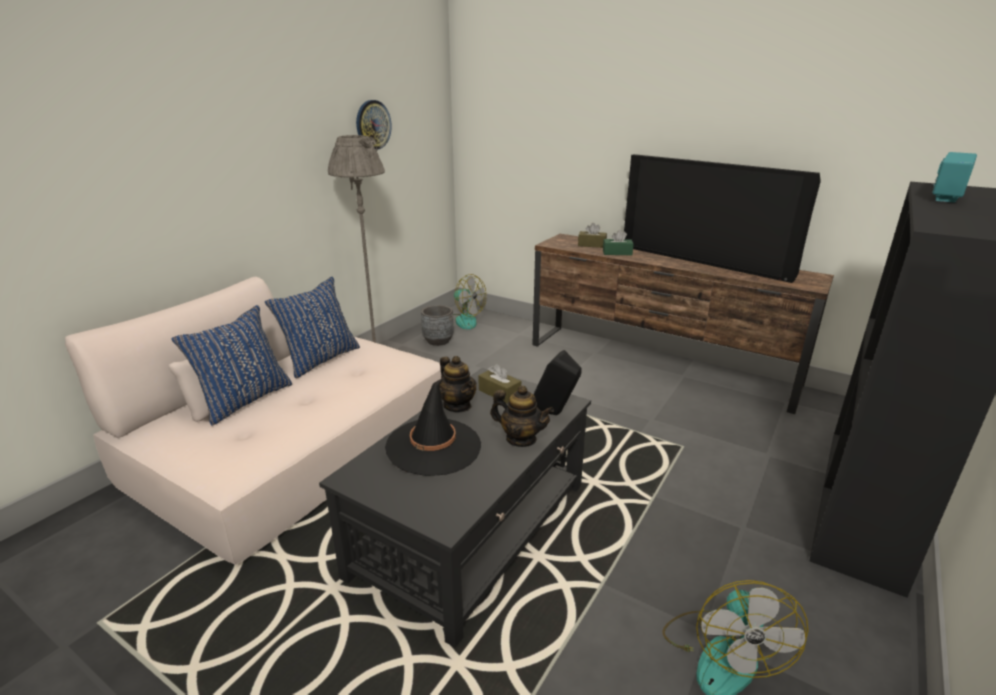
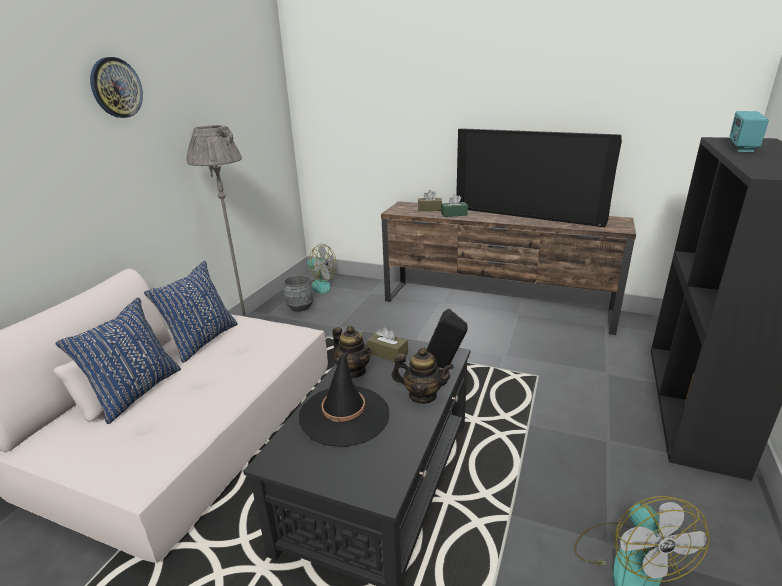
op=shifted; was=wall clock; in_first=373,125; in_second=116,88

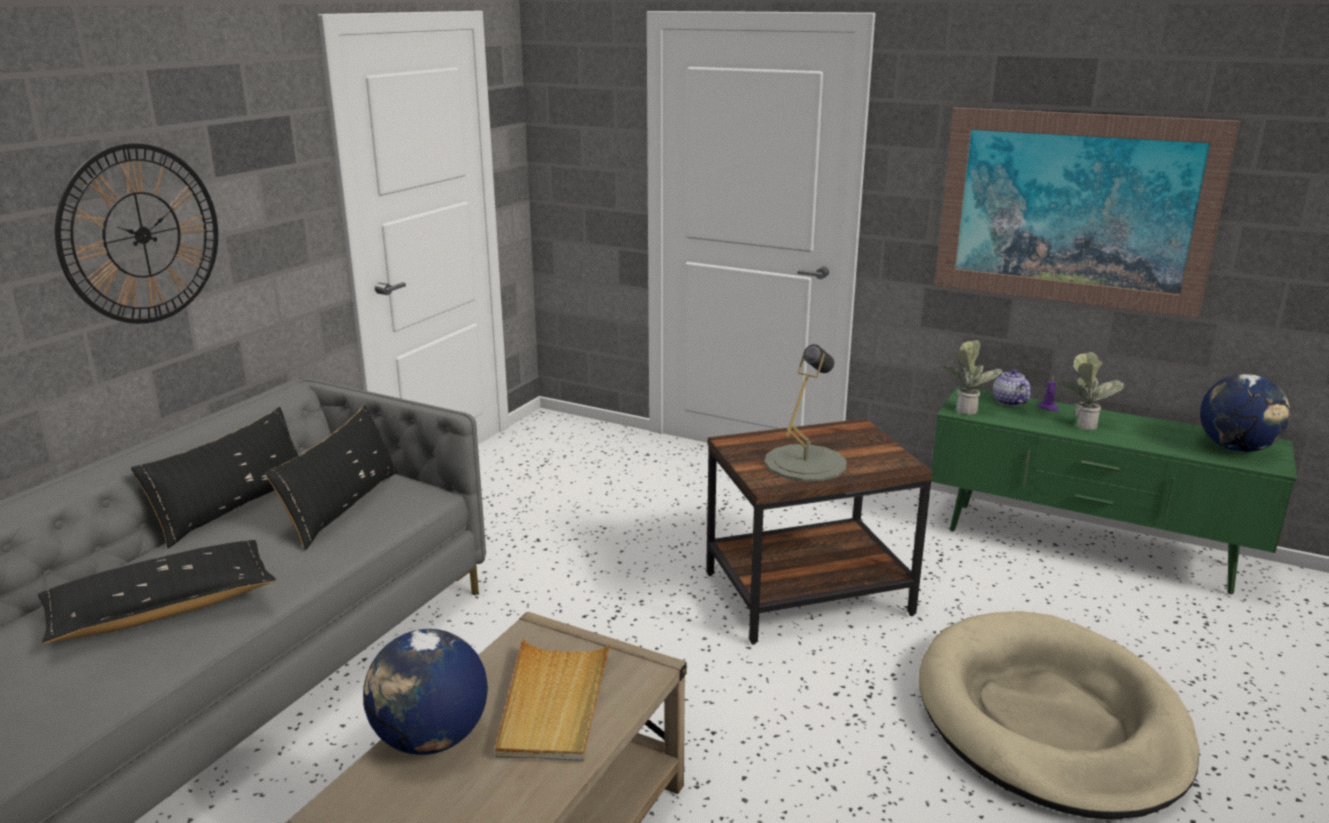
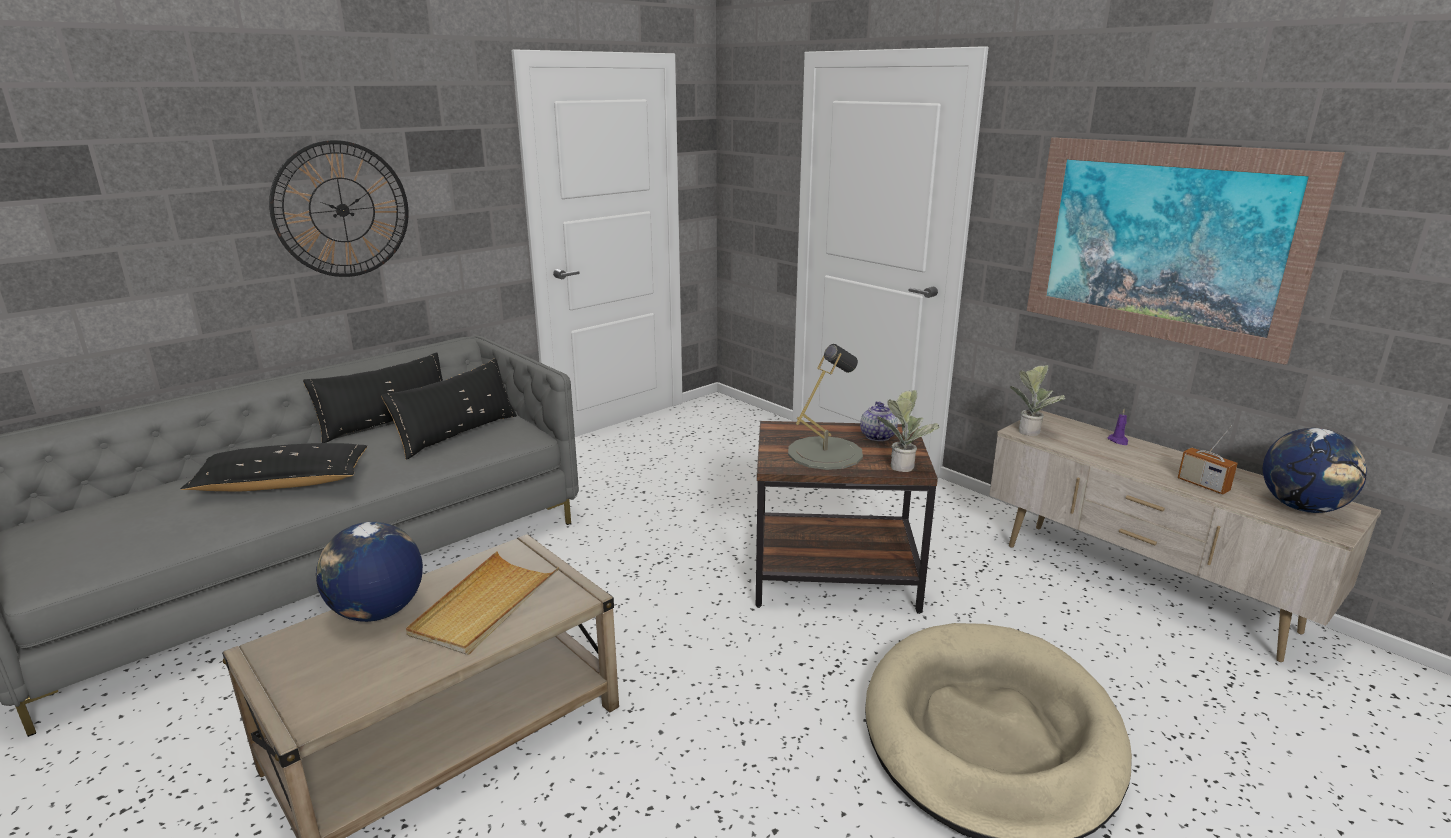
op=shifted; was=potted plant; in_first=1082,423; in_second=903,464
op=shifted; was=teapot; in_first=1008,402; in_second=877,436
op=repainted; was=tv stand (green); now=tv stand (beige); in_first=1087,548; in_second=1142,587
op=new; now=radio; in_second=1203,485

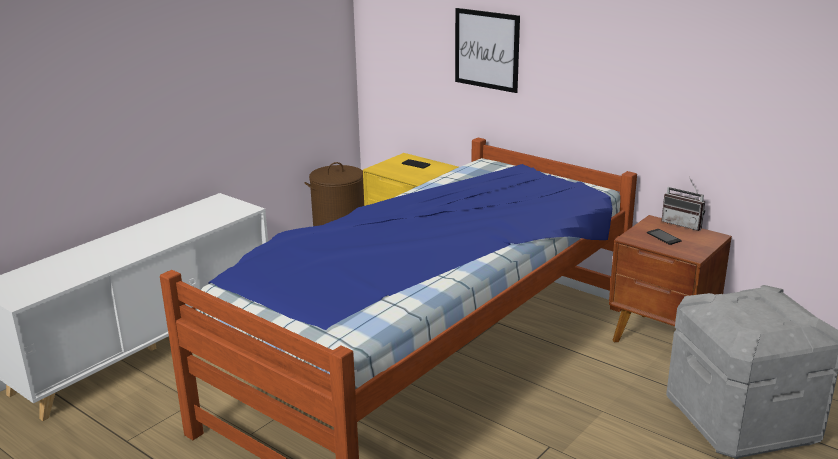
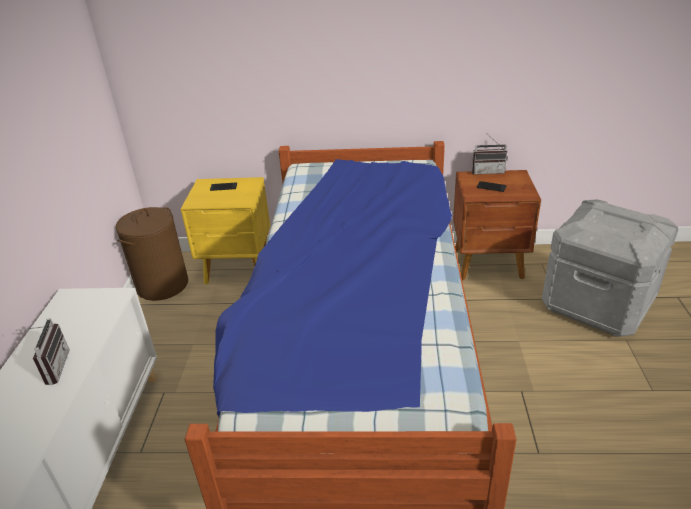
op=gone; was=picture; in_first=486,49
op=new; now=radio; in_second=52,368

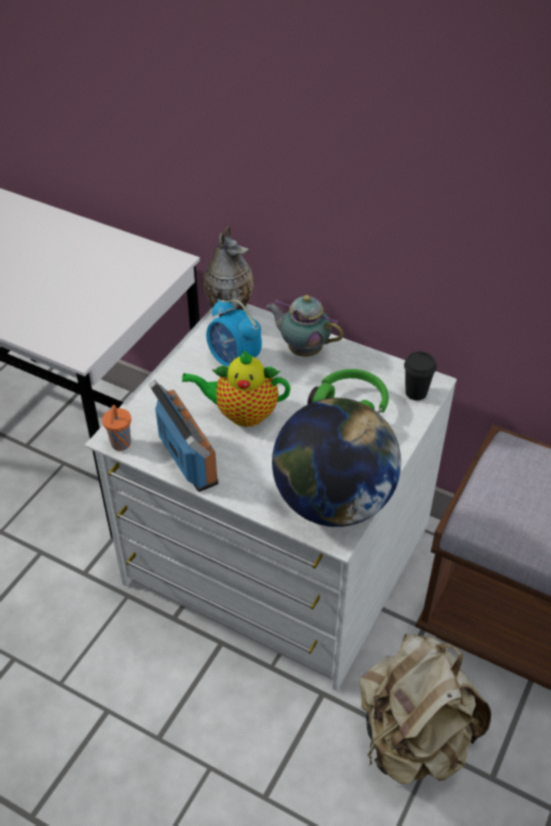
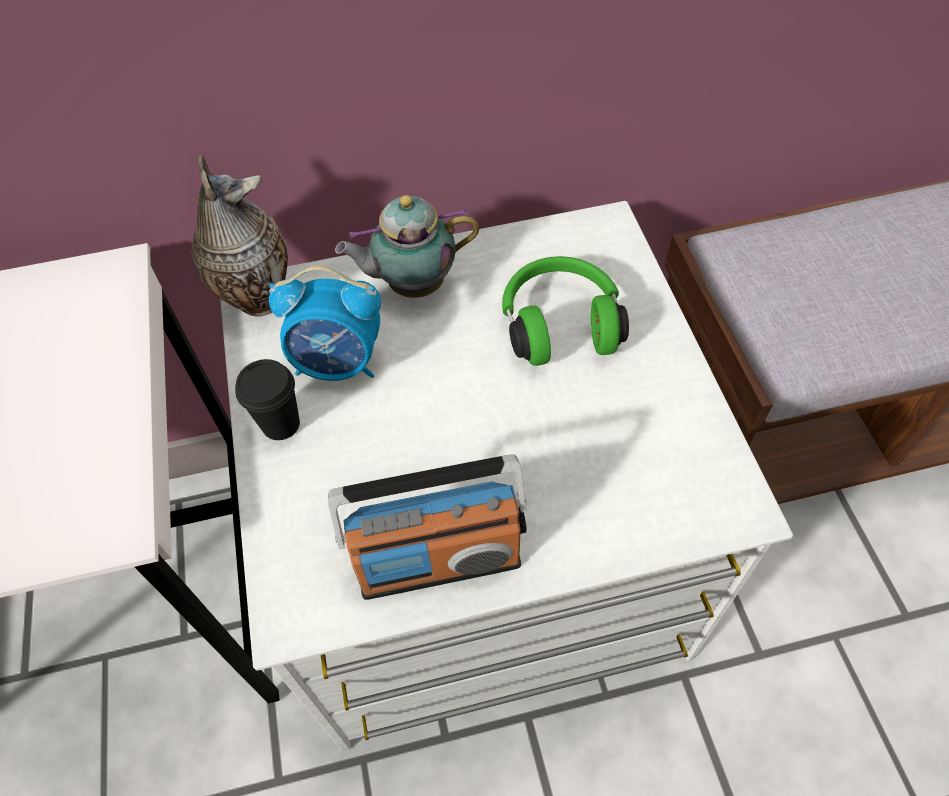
op=gone; was=teapot; in_first=242,413
op=shifted; was=cup (black); in_first=416,393; in_second=281,424
op=rotated; was=radio; in_first=188,460; in_second=438,562; clockwise=150
op=gone; was=globe; in_first=333,502
op=gone; was=cup (orange); in_first=120,445
op=gone; was=backpack (beige); in_first=413,737

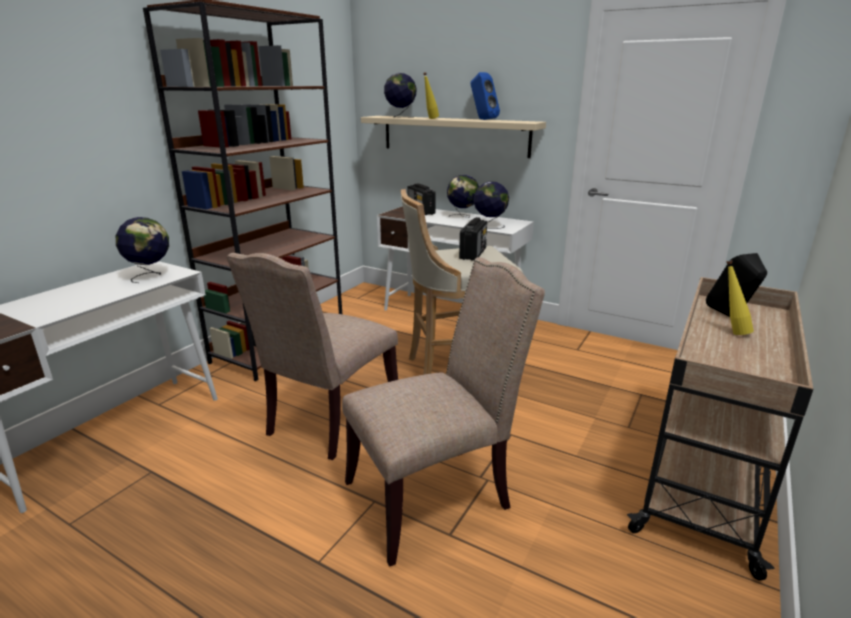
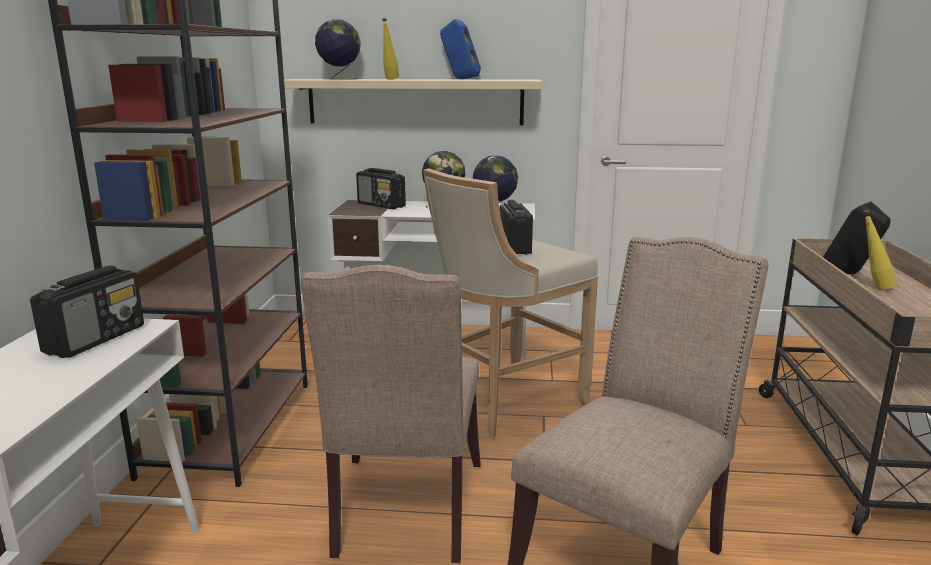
op=swapped; was=globe; now=radio; in_first=150,276; in_second=96,339

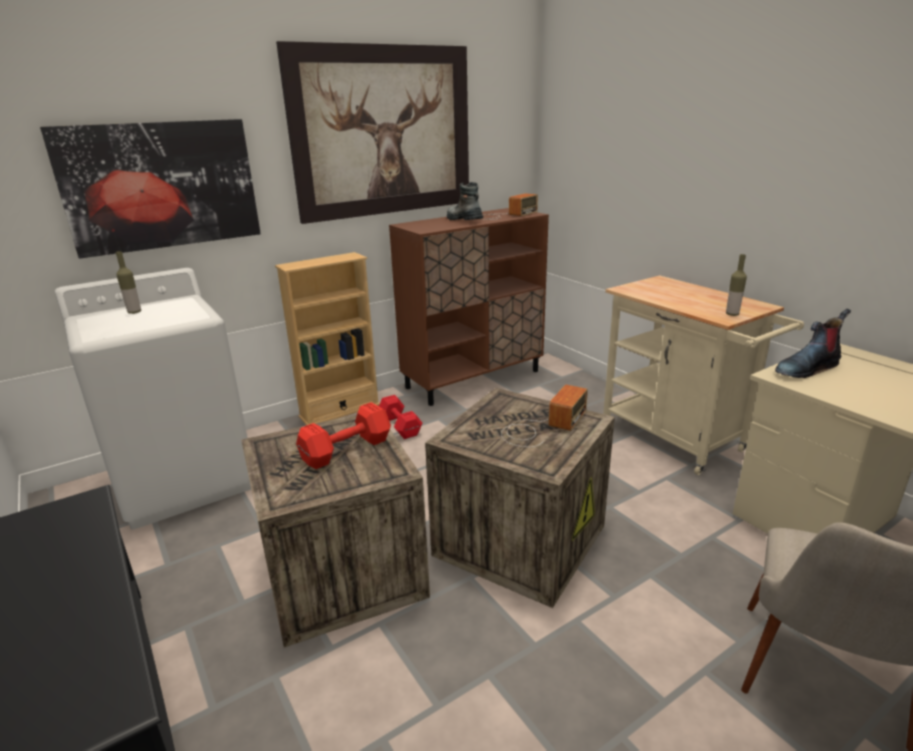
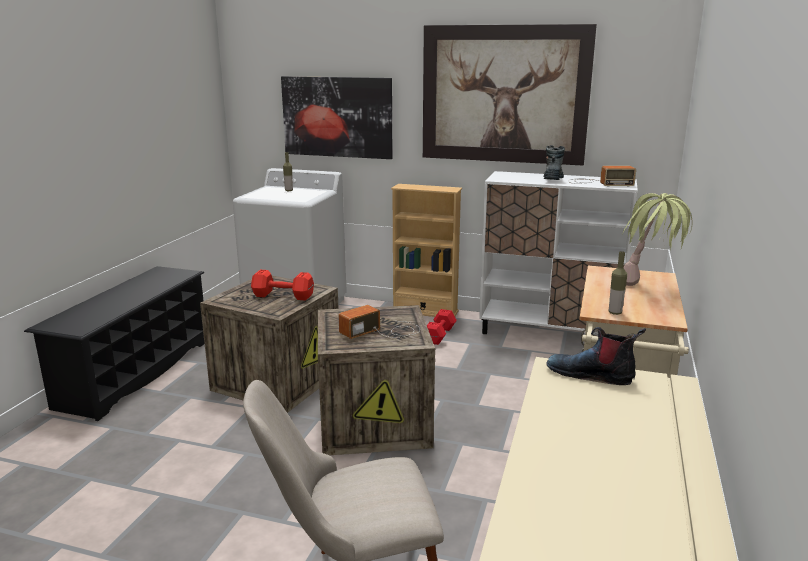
op=repainted; was=cabinet (brown); now=cabinet (white); in_first=473,379; in_second=549,332
op=rotated; was=radio; in_first=542,427; in_second=383,331; clockwise=150
op=new; now=potted plant; in_second=649,290

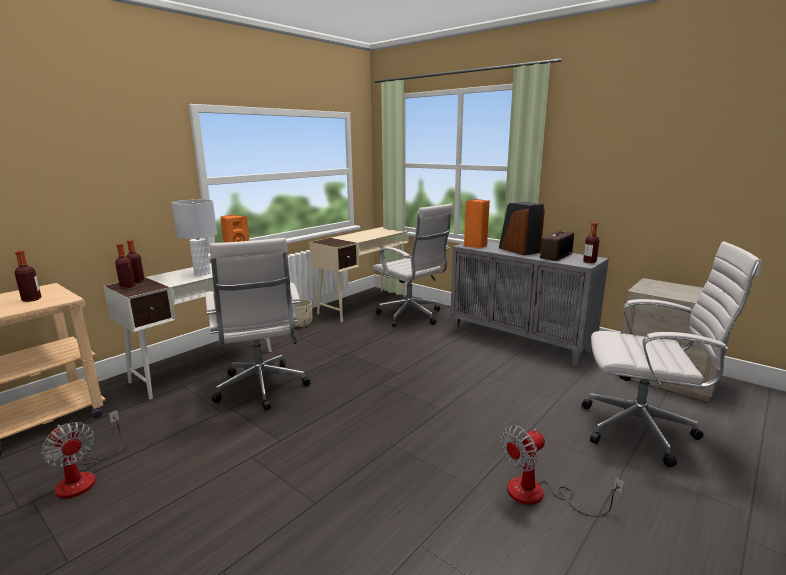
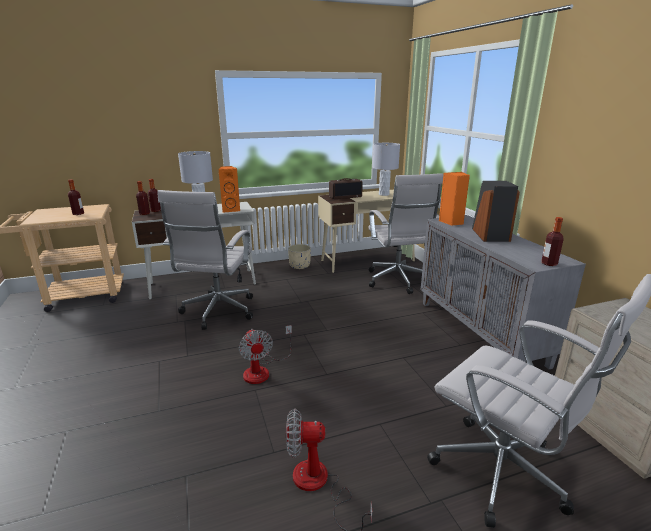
op=shifted; was=radio; in_first=555,256; in_second=345,196
op=shifted; was=fan; in_first=84,476; in_second=262,370
op=new; now=table lamp (grey); in_second=383,194

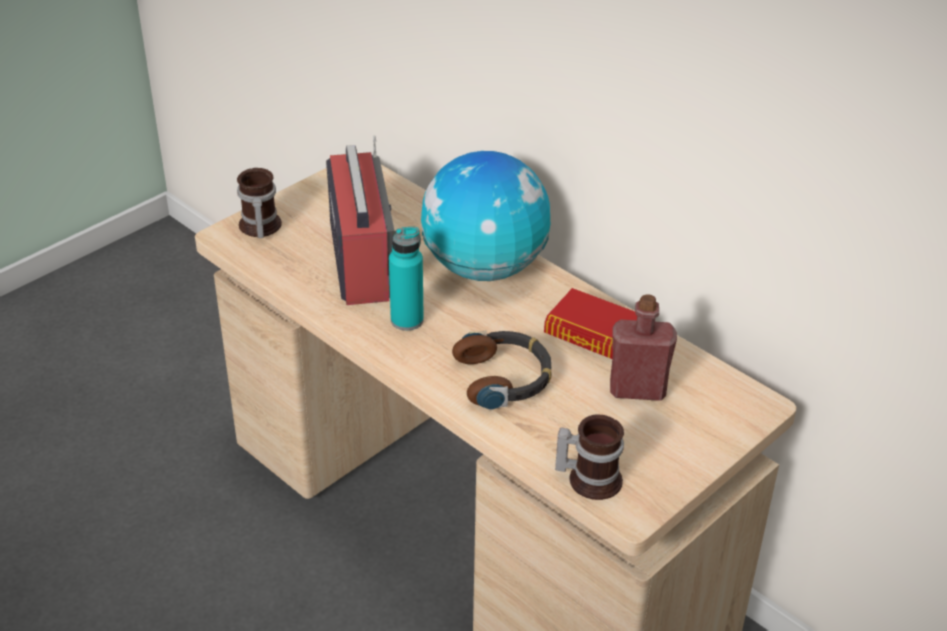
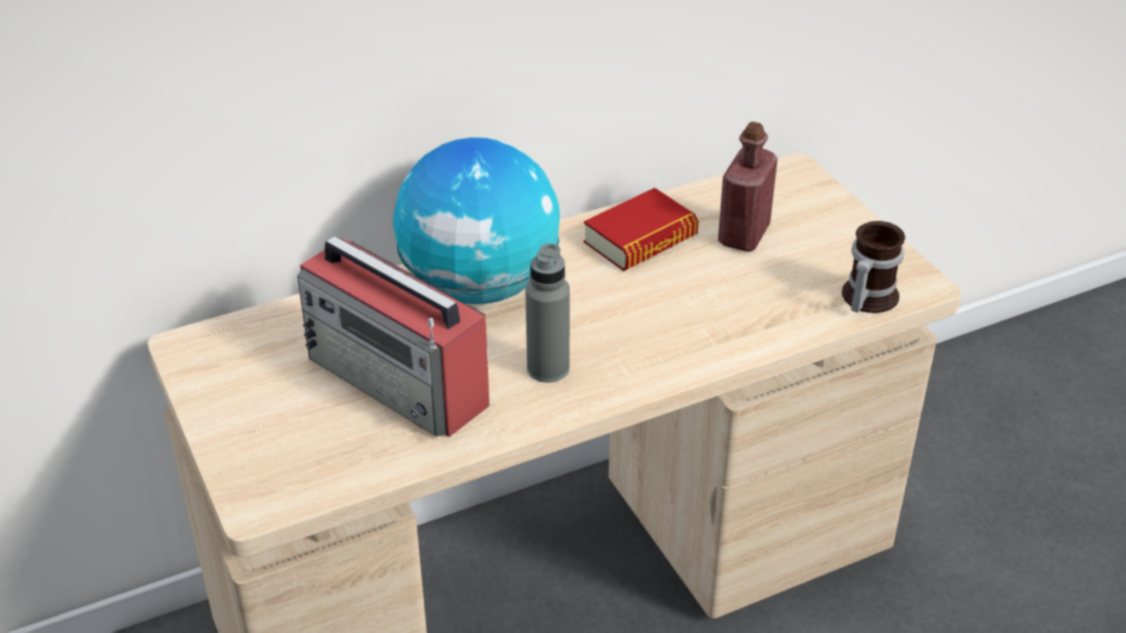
op=rotated; was=radio; in_first=362,259; in_second=399,381; clockwise=-150
op=gone; was=mug; in_first=258,227
op=repainted; was=bottle (turquoise); now=bottle (grey); in_first=407,320; in_second=548,369
op=gone; was=headphones; in_first=504,377

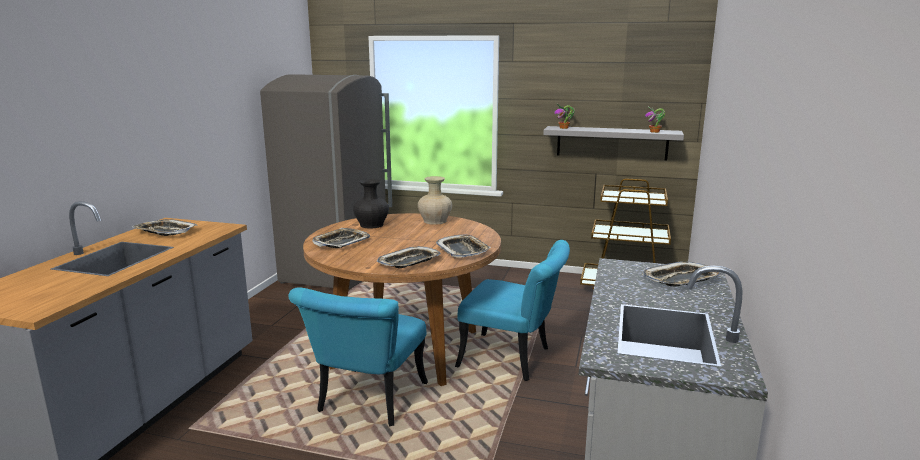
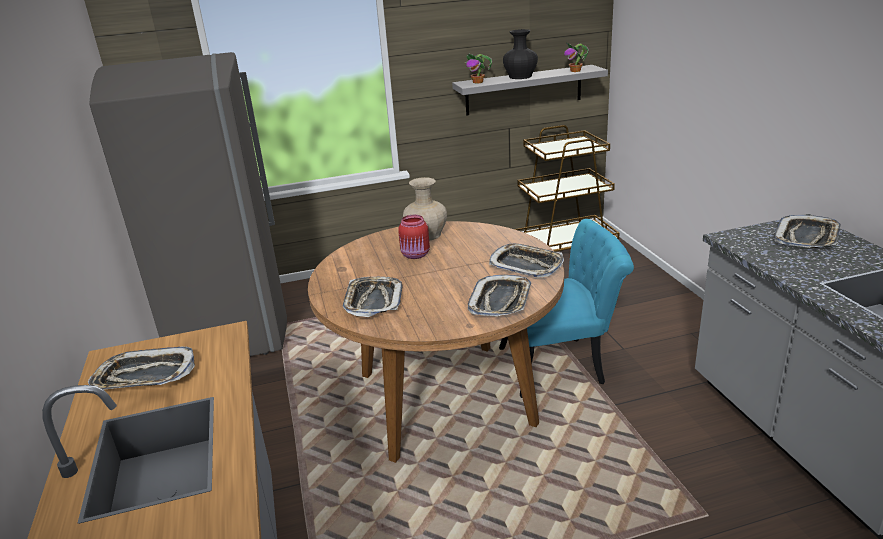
op=shifted; was=vase (black); in_first=372,225; in_second=520,76
op=gone; was=chair (turquoise); in_first=367,403
op=new; now=jar (red); in_second=416,255

